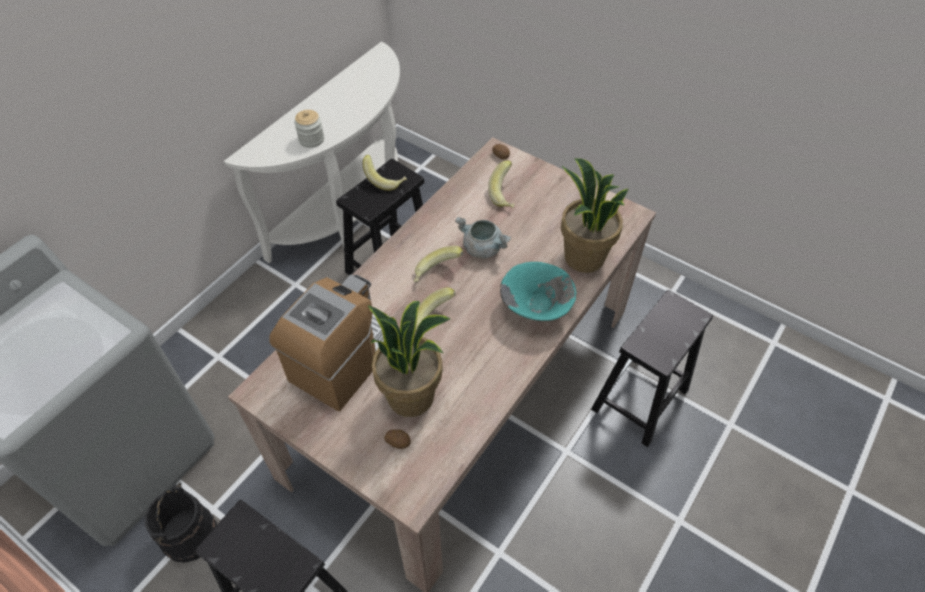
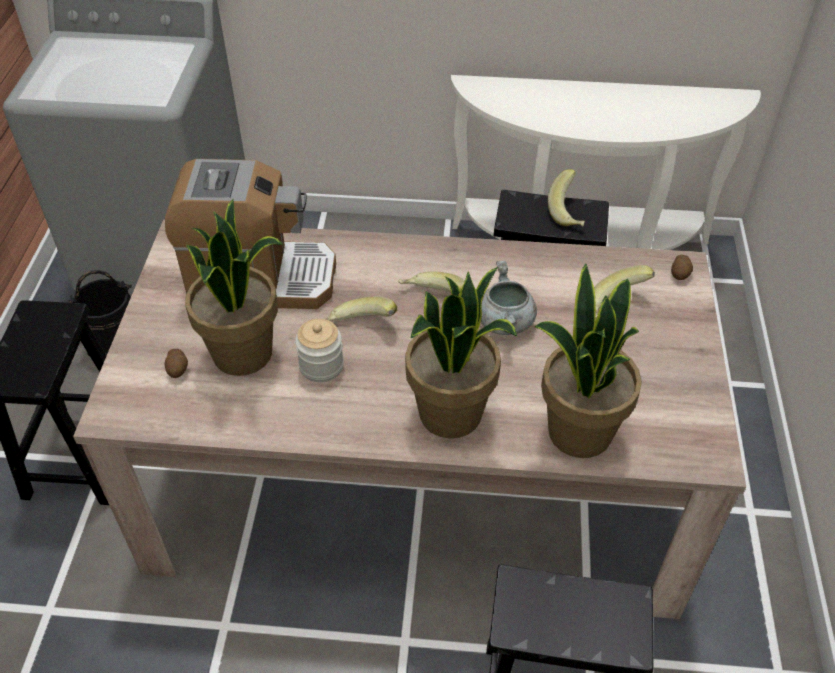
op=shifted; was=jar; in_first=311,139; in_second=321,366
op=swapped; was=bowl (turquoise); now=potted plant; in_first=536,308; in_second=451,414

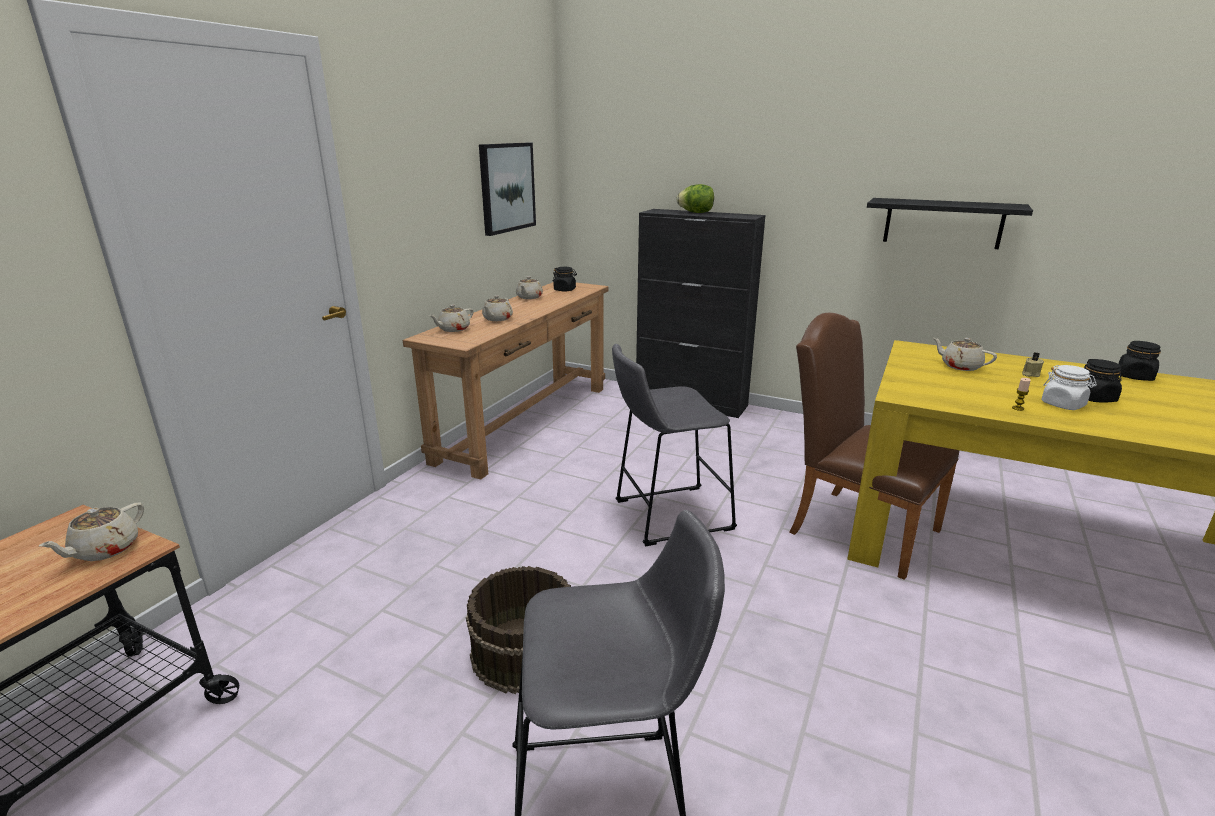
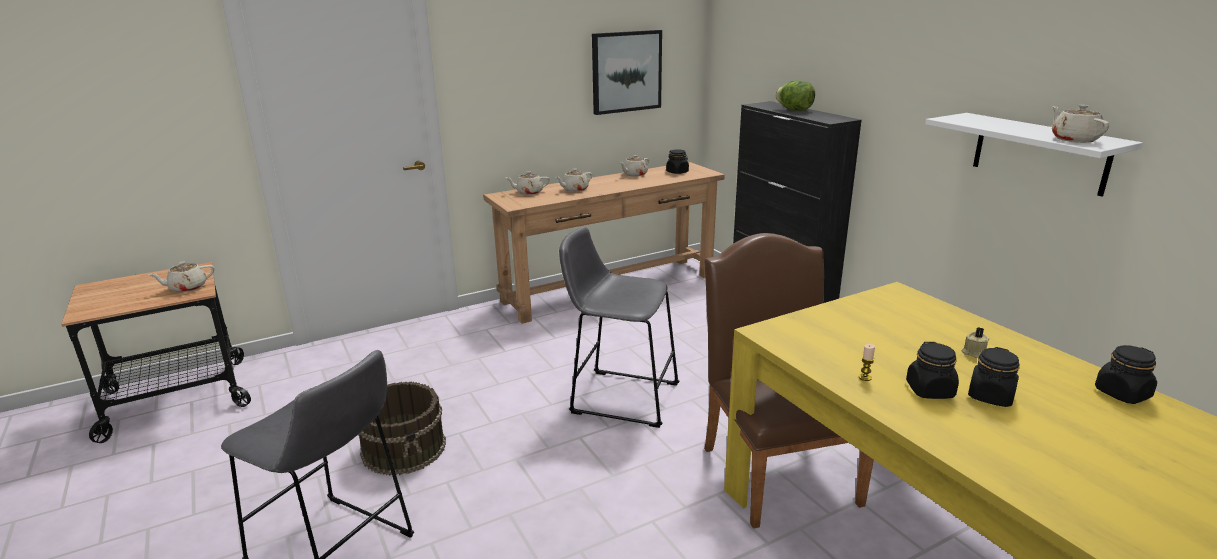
op=repainted; was=shelf (black); now=shelf (white); in_first=943,223; in_second=1039,153
op=shifted; was=teapot (beige); in_first=960,366; in_second=1074,139
op=repainted; was=jar (white); now=jar (black); in_first=1063,405; in_second=930,390

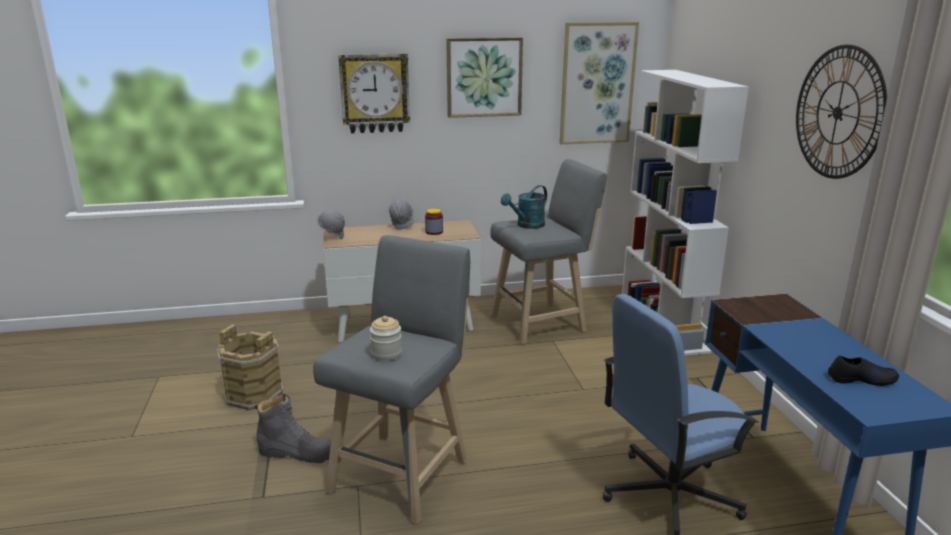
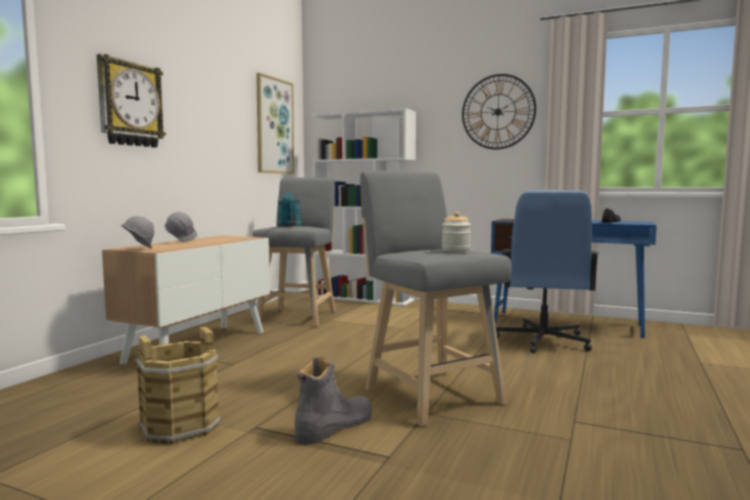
op=gone; was=picture; in_first=484,77
op=gone; was=jar; in_first=434,232

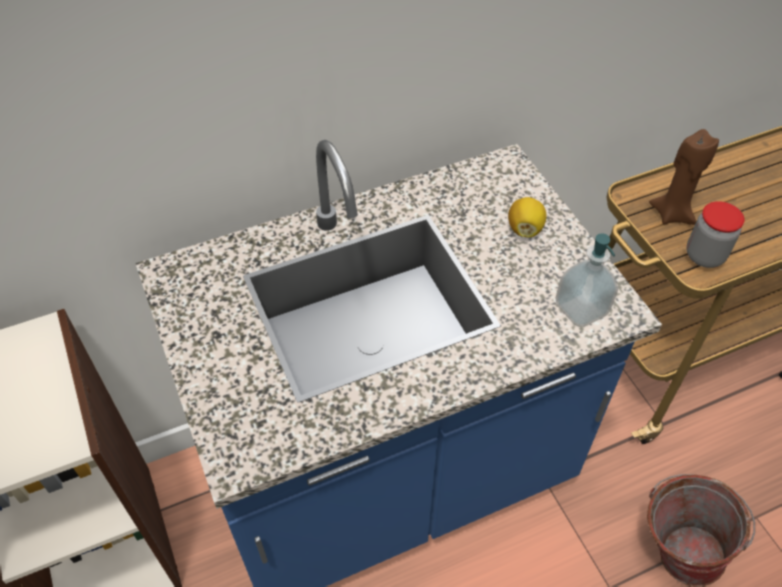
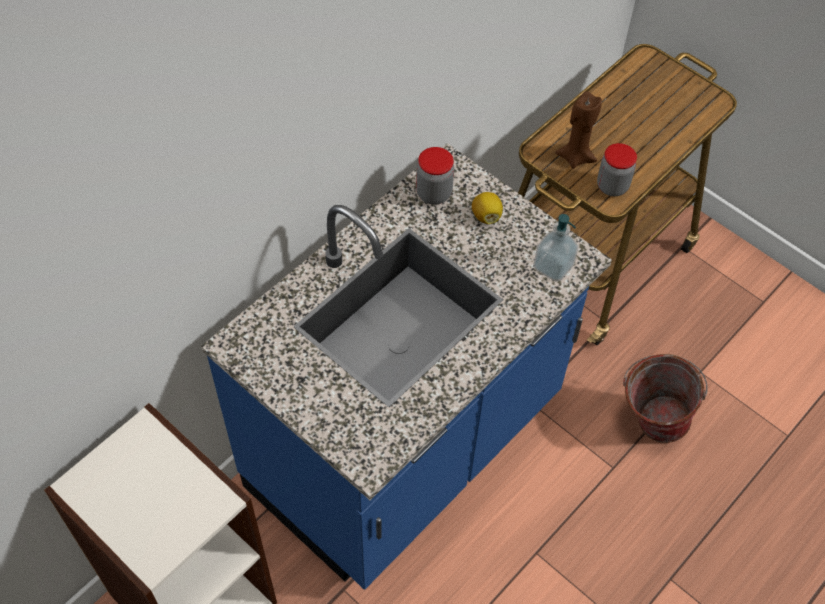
op=new; now=jar; in_second=434,193

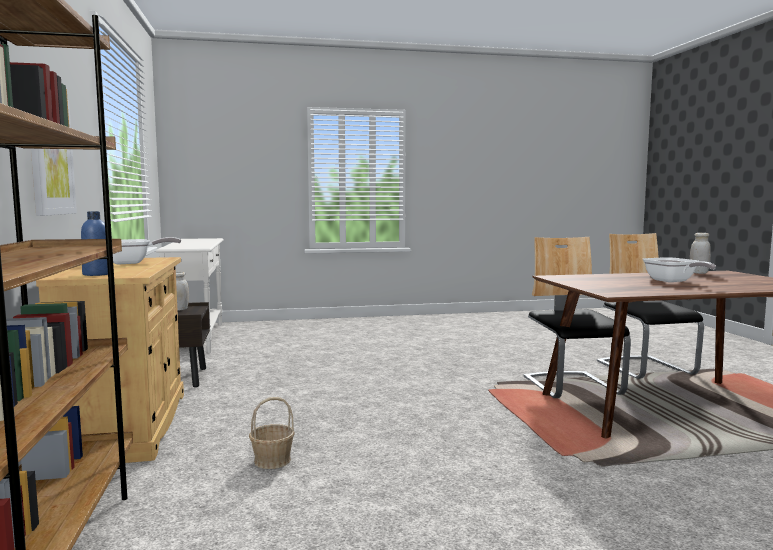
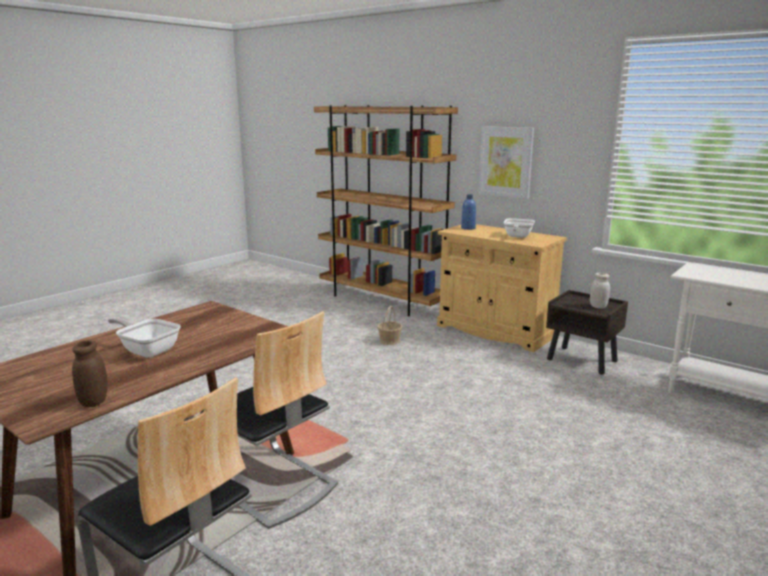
op=repainted; was=jar (white); now=jar (brown); in_first=698,273; in_second=94,402

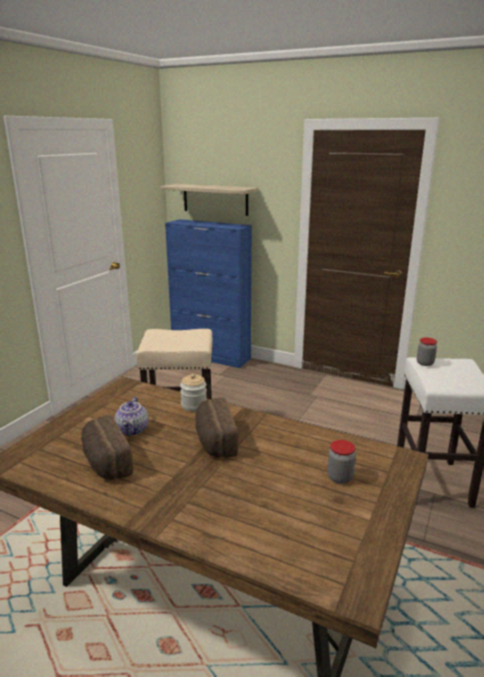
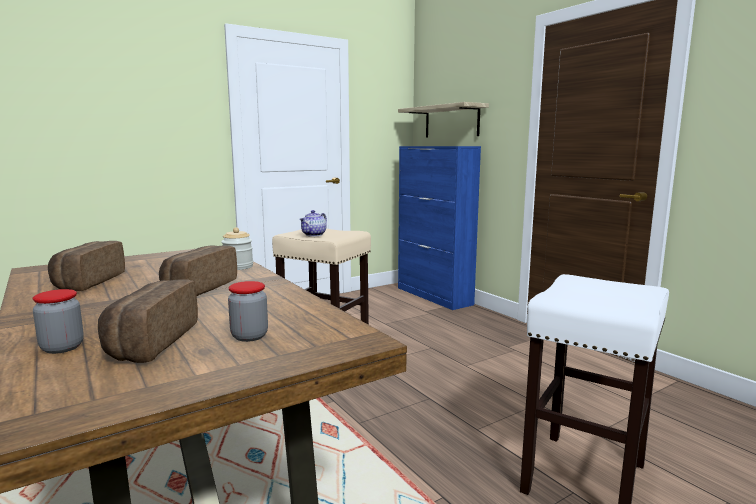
op=shifted; was=jar; in_first=425,363; in_second=62,347
op=shifted; was=teapot; in_first=133,430; in_second=314,235
op=new; now=bread; in_second=149,342

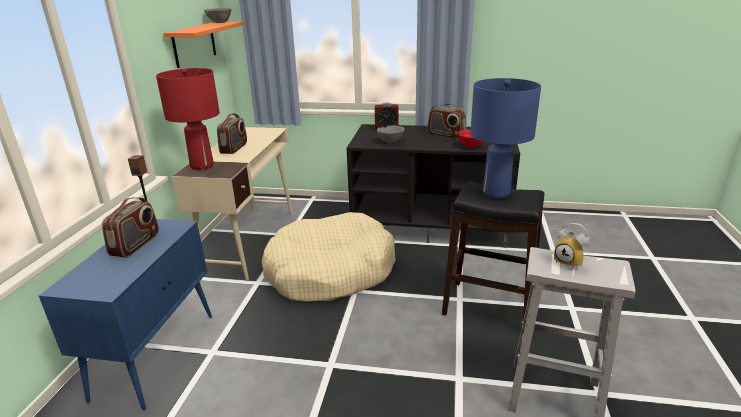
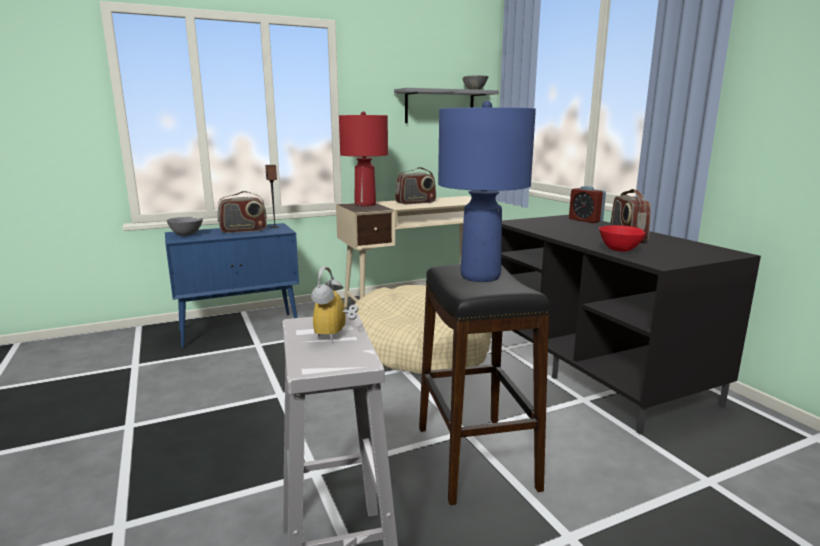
op=repainted; was=shelf (orange); now=shelf (grey); in_first=194,44; in_second=439,107
op=shifted; was=bowl (grey); in_first=390,142; in_second=186,235

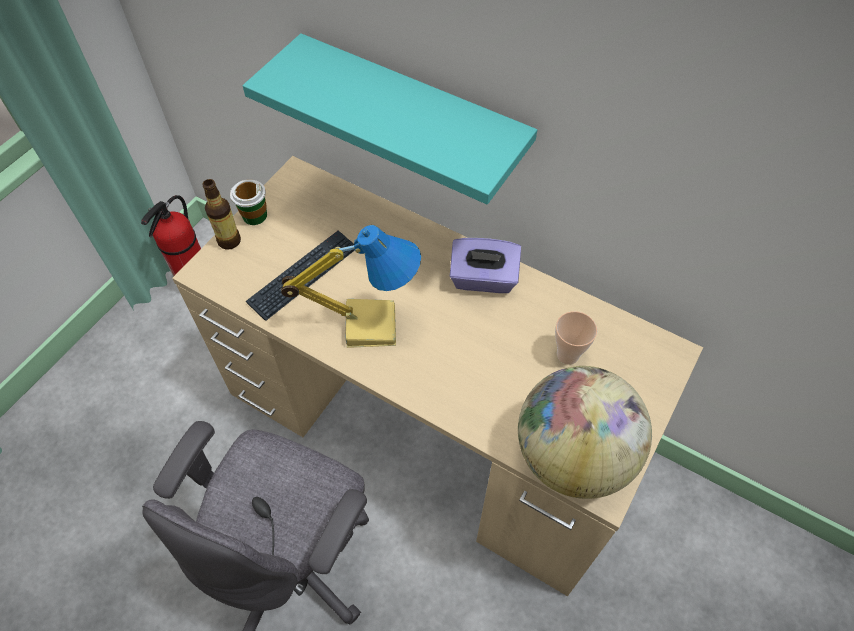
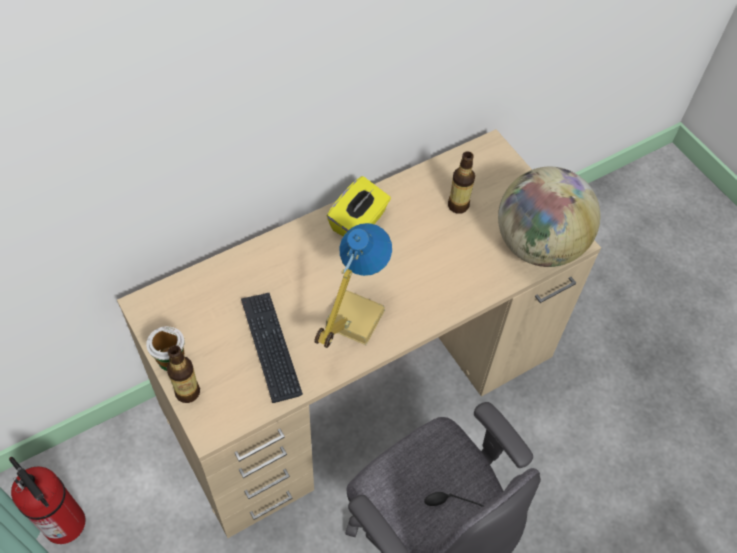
op=gone; was=shelf (turquoise); in_first=413,114
op=repainted; was=tissue box (purple); now=tissue box (yellow); in_first=483,279; in_second=359,223
op=swapped; was=cup; now=bottle; in_first=567,354; in_second=458,205

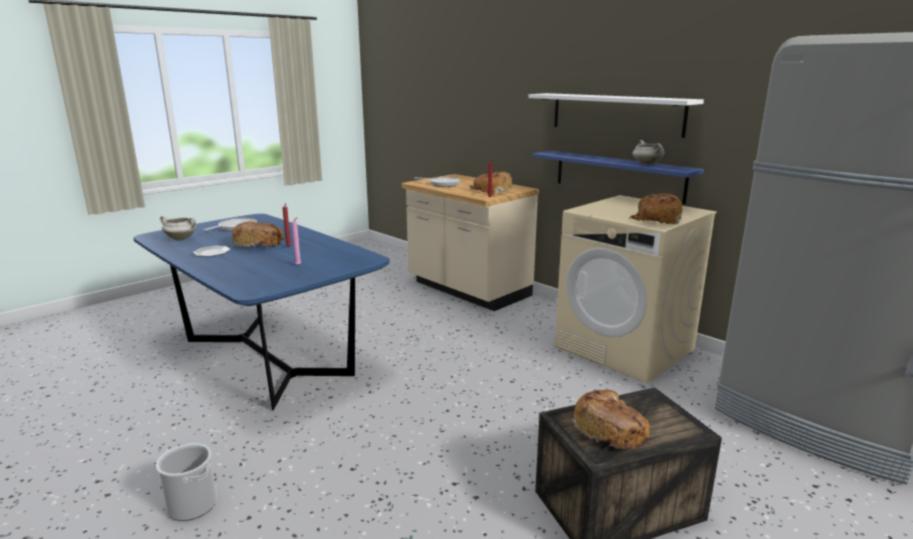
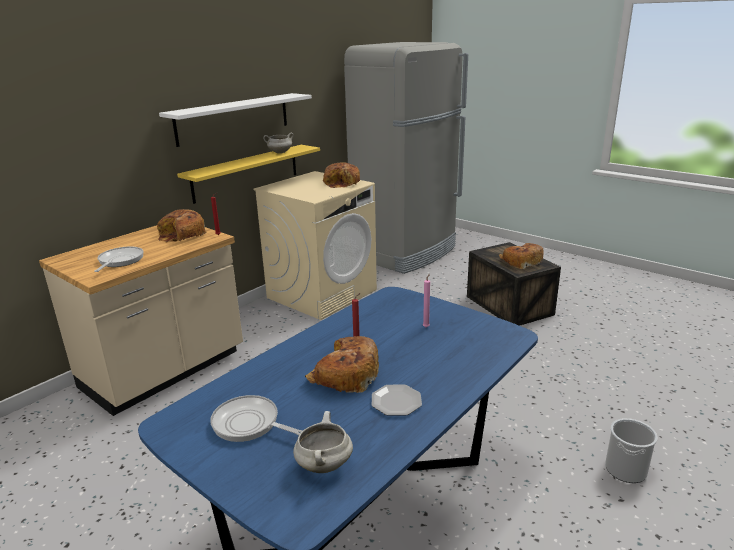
op=repainted; was=shelf (blue); now=shelf (yellow); in_first=618,175; in_second=246,173

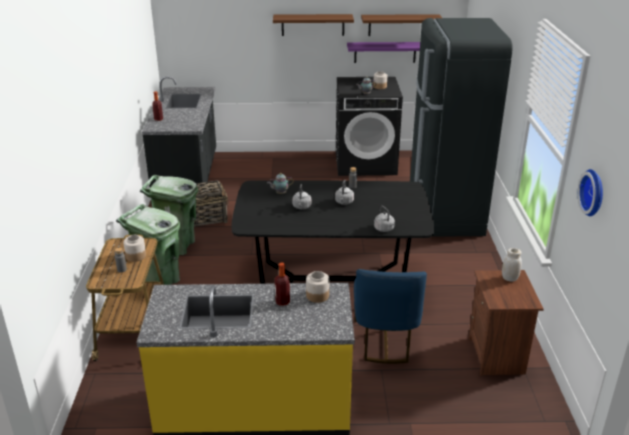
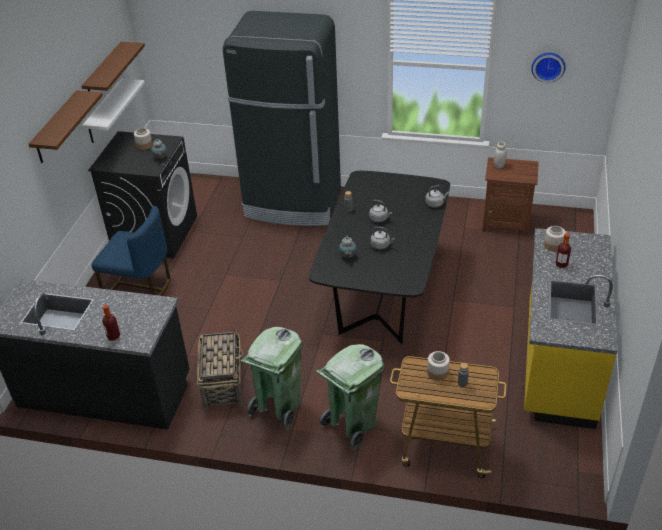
op=repainted; was=shelf (purple); now=shelf (white); in_first=385,52; in_second=104,112
op=shifted; was=chair (blue); in_first=385,341; in_second=139,287

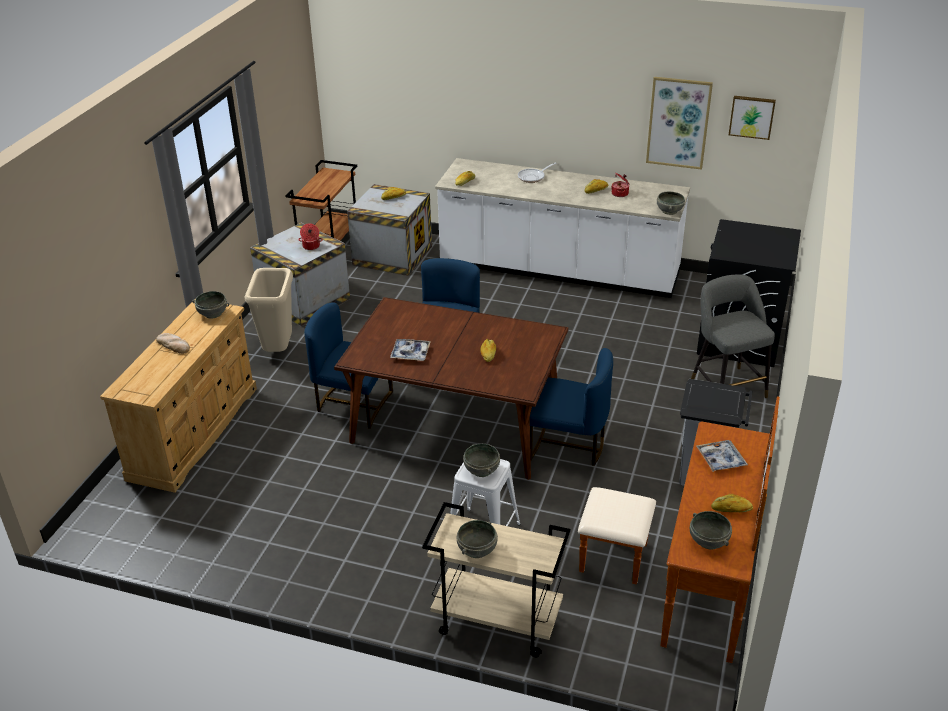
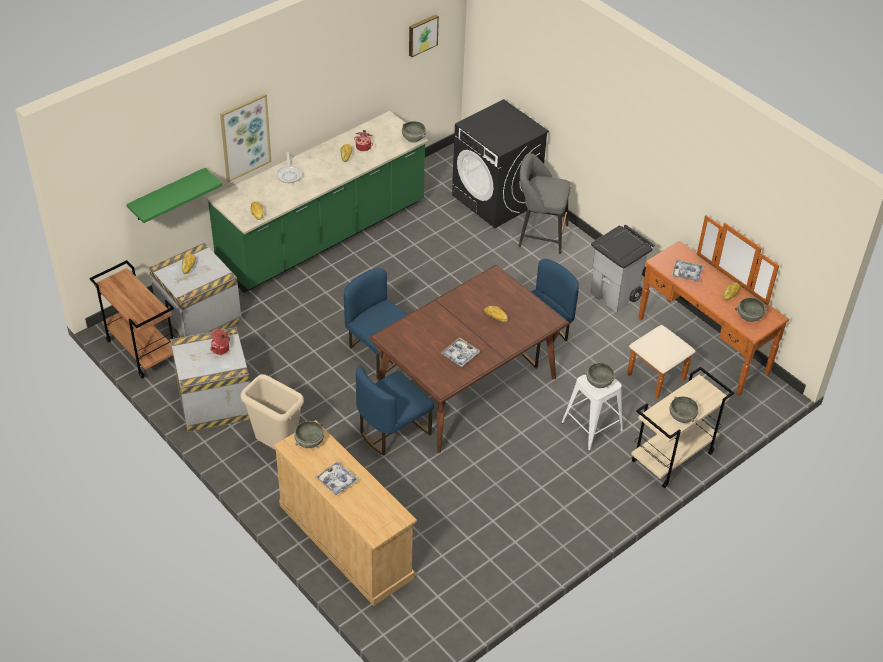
op=shifted; was=picture; in_first=678,123; in_second=245,137
op=repainted; was=counter (white); now=counter (green); in_first=558,270; in_second=323,236
op=swapped; was=bread; now=tray; in_first=173,345; in_second=337,481
op=new; now=shelf (green); in_second=167,195

